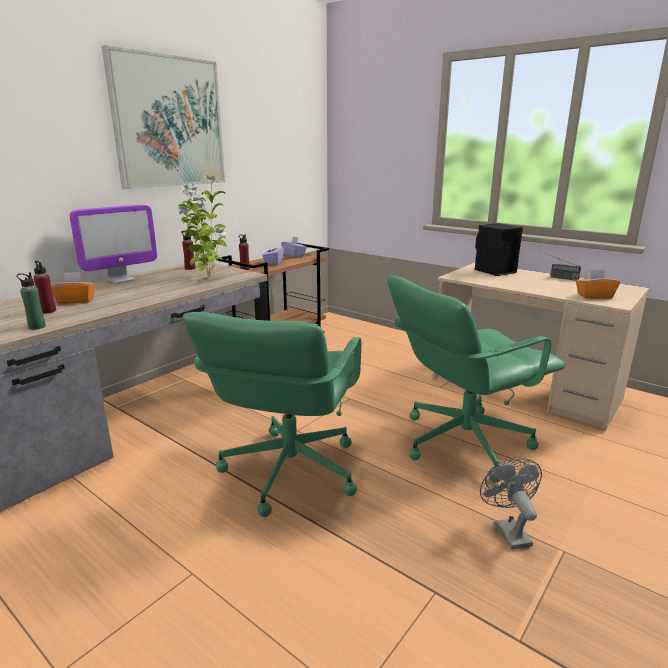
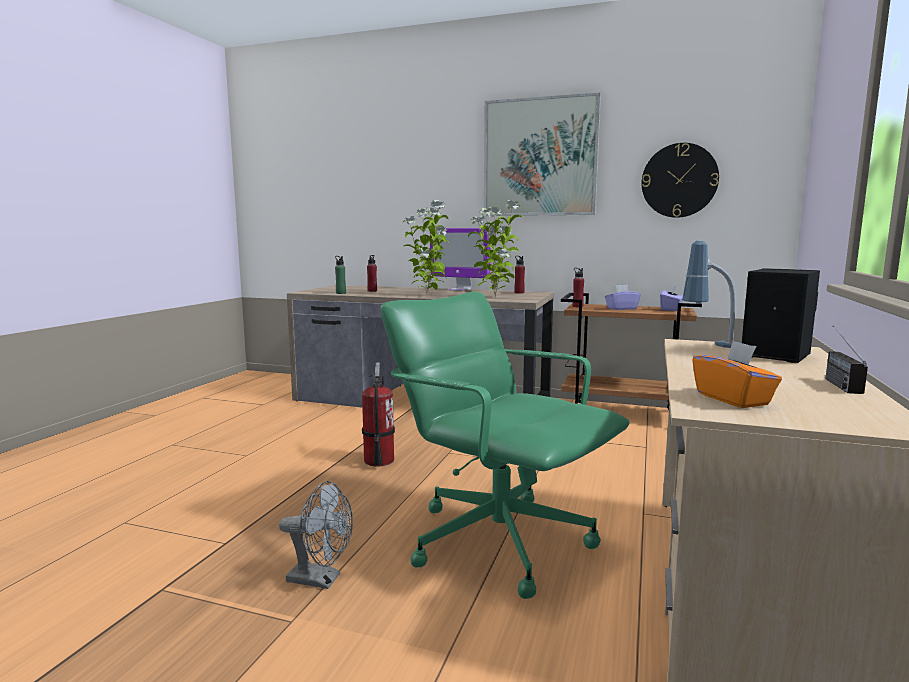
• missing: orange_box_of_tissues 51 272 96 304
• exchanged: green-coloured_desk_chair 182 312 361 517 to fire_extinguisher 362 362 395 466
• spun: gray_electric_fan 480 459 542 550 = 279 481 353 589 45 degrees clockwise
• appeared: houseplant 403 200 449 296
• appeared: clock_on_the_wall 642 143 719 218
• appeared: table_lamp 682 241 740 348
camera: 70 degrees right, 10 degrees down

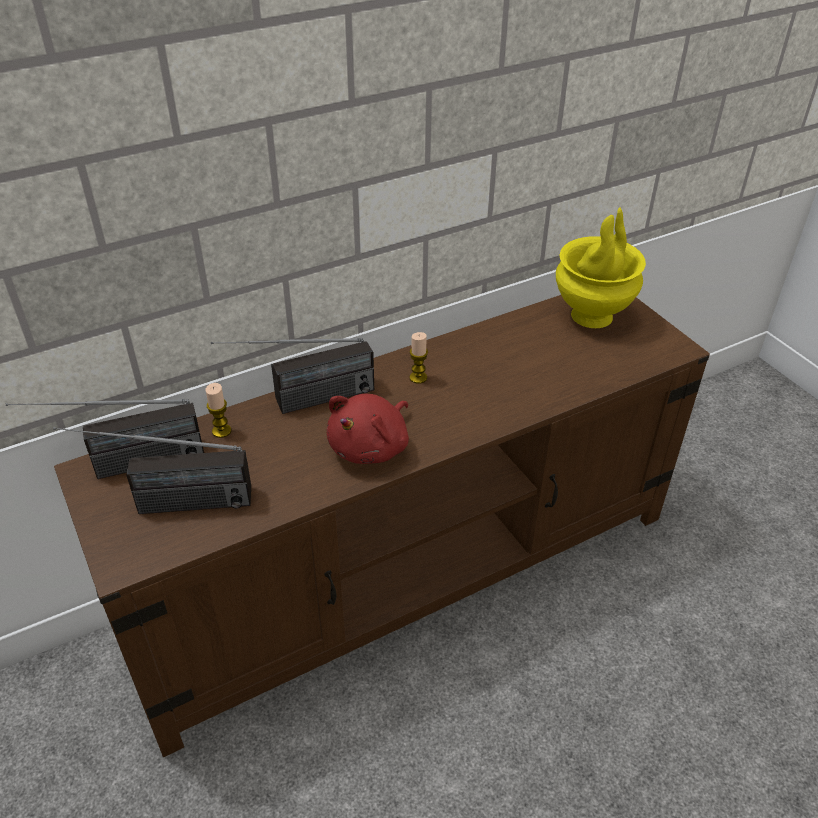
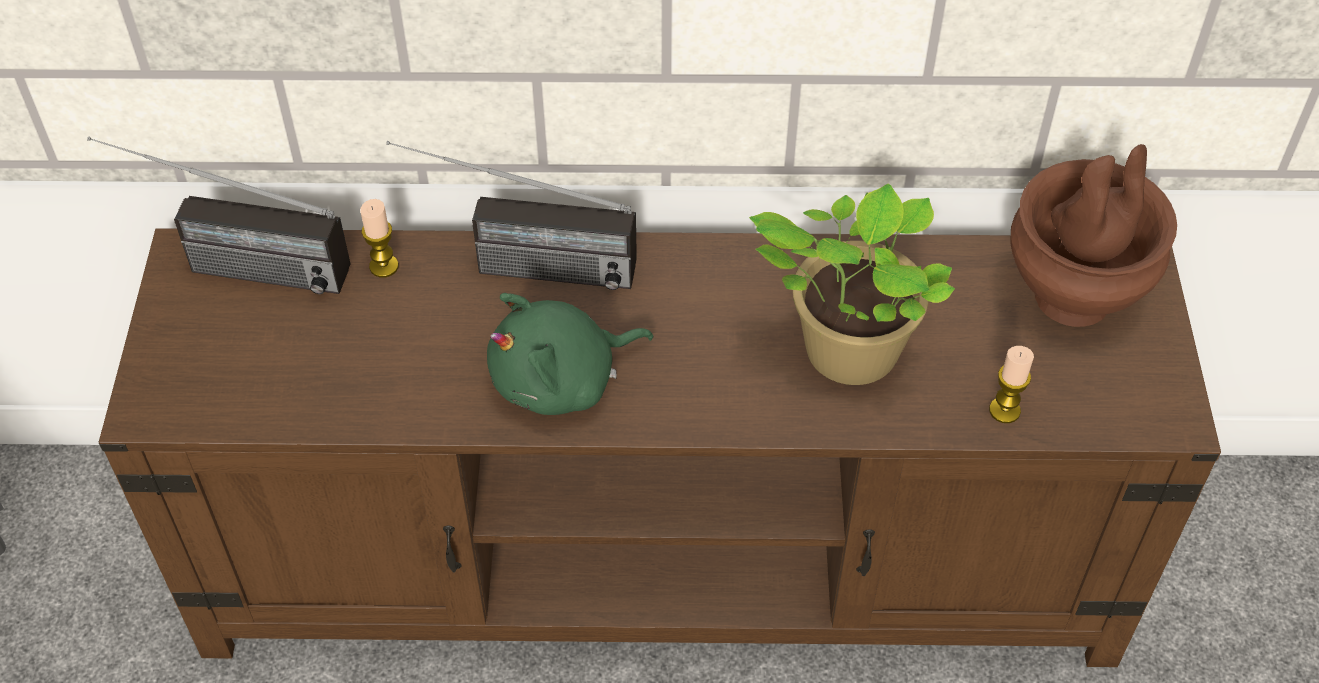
• missing: radio 53 427 251 514
• colour: red_plush_toy 327 394 409 464 to green-coloured_plush_toy 487 293 653 415
• relocated: wax_light 410 332 428 384 to 989 346 1034 423
• colour: yellowish_flower_vase 556 207 646 328 to brownish_flower_vase 1010 144 1177 327
• appeared: houseplant 749 183 955 385
camera: 30 degrees right, 10 degrees up

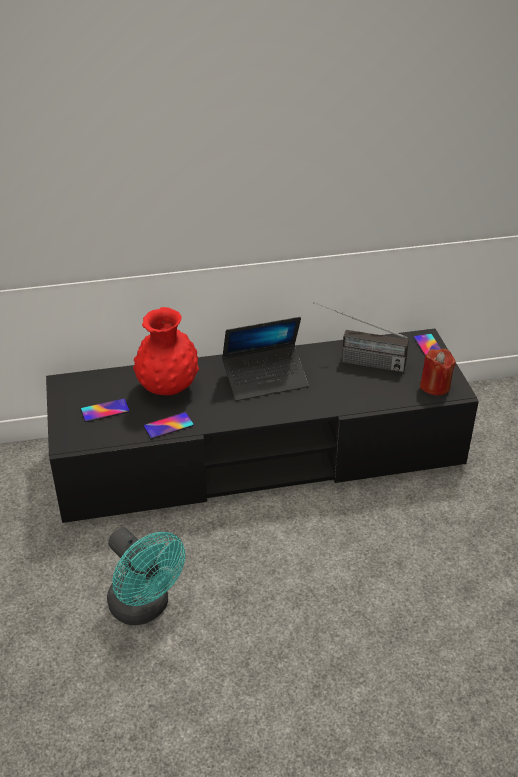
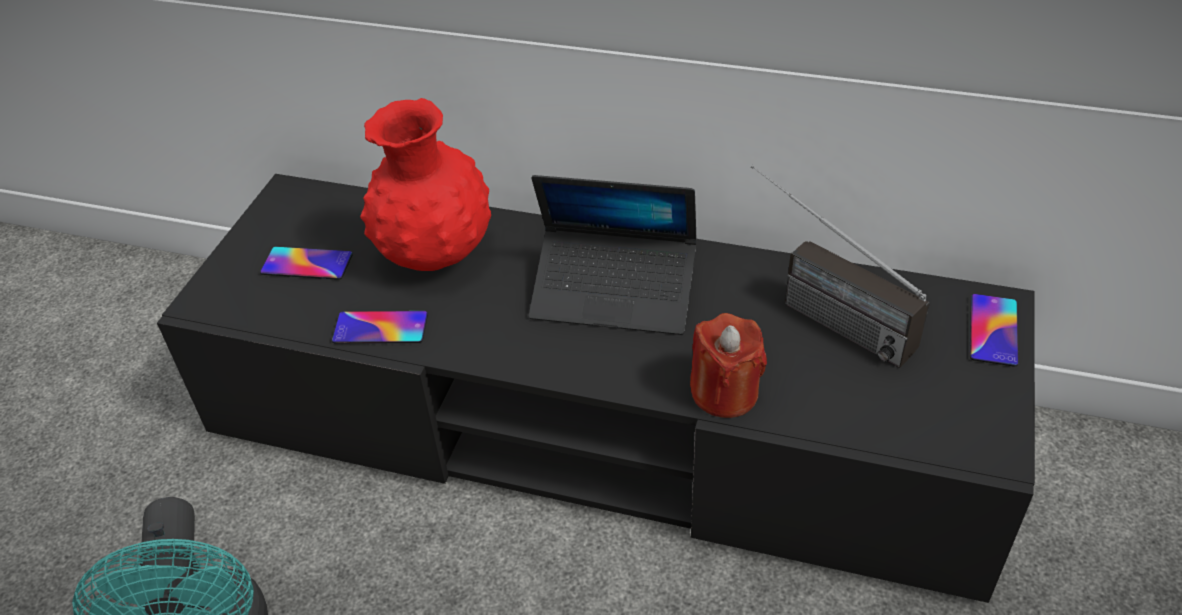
• relocated: red_wax_light 420 349 456 396 to 690 313 767 418
camera: 30 degrees right, 5 degrees up

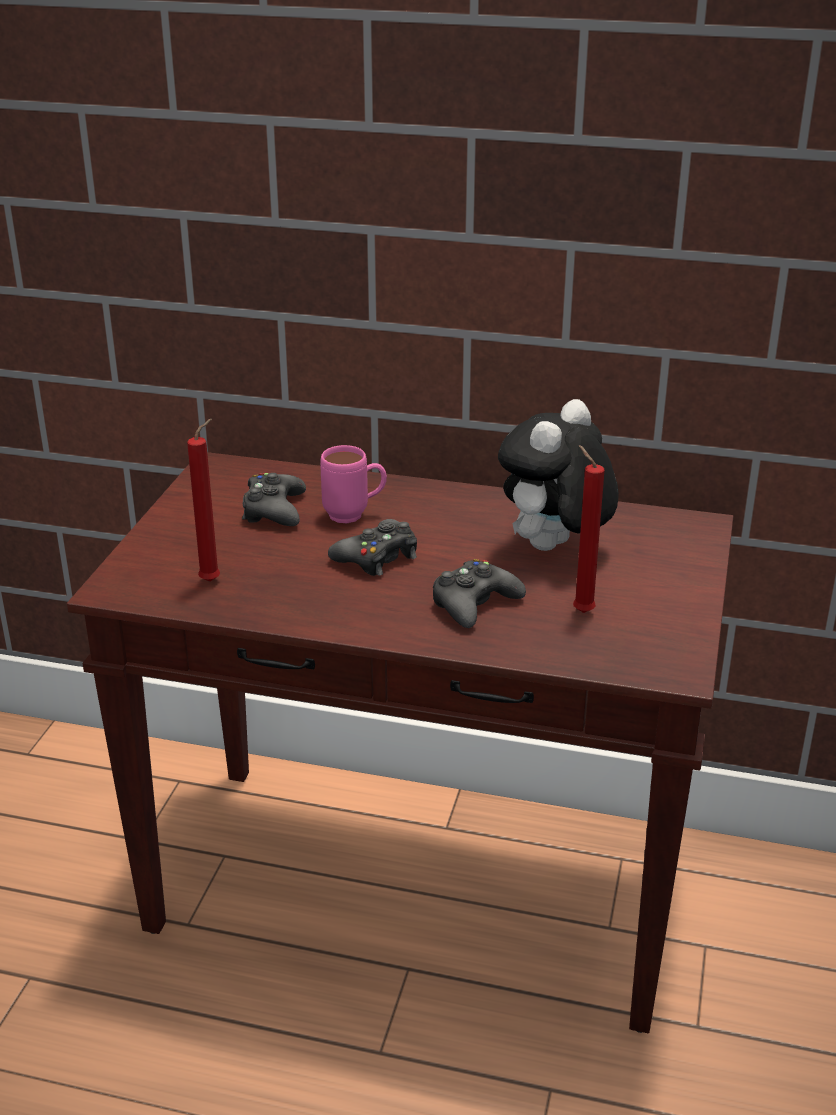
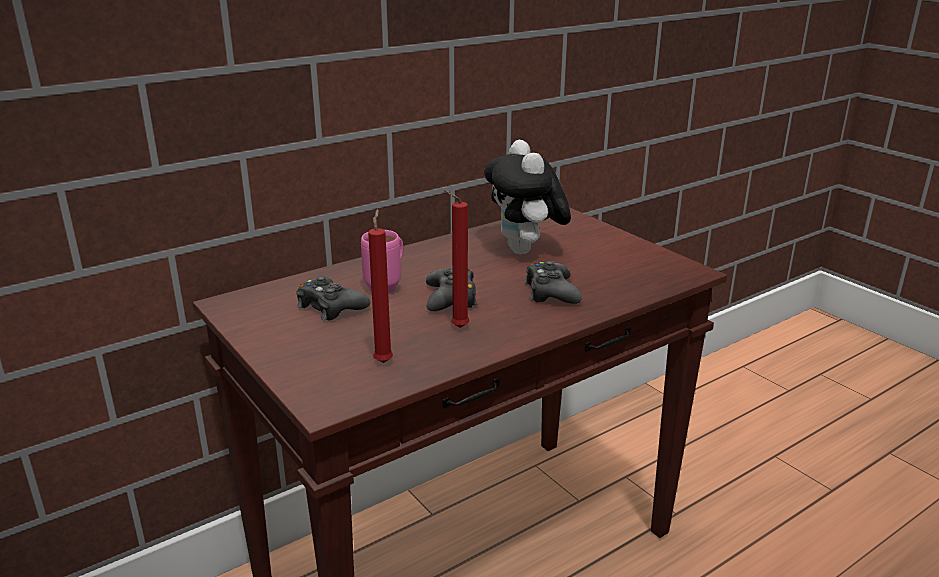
• relocated: red_wax_light 573 445 605 613 to 443 190 469 328
camera: 50 degrees left, 5 degrees down

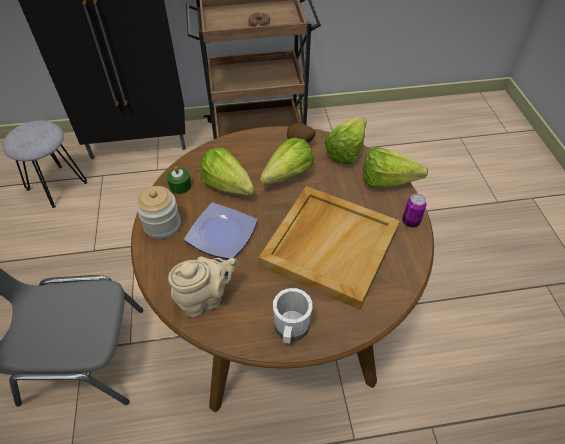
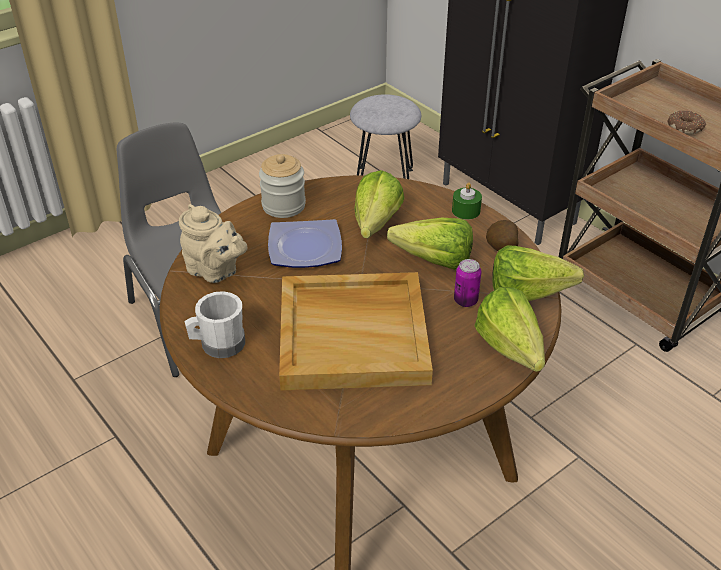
• relocated: green-coloured_wax_light 167 166 192 194 to 452 183 482 220
• relocated: can 402 194 427 228 to 454 259 481 307
camera: 60 degrees right, 10 degrees down

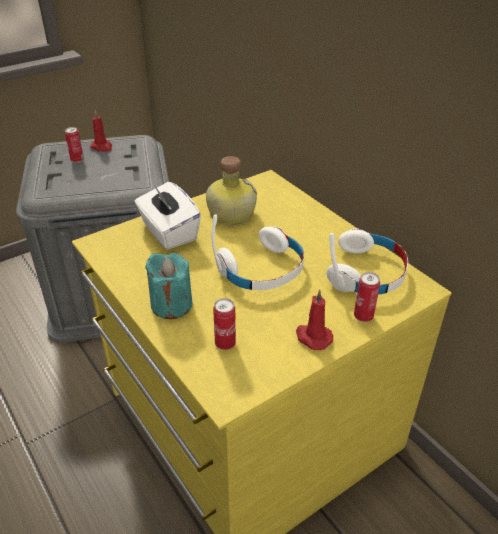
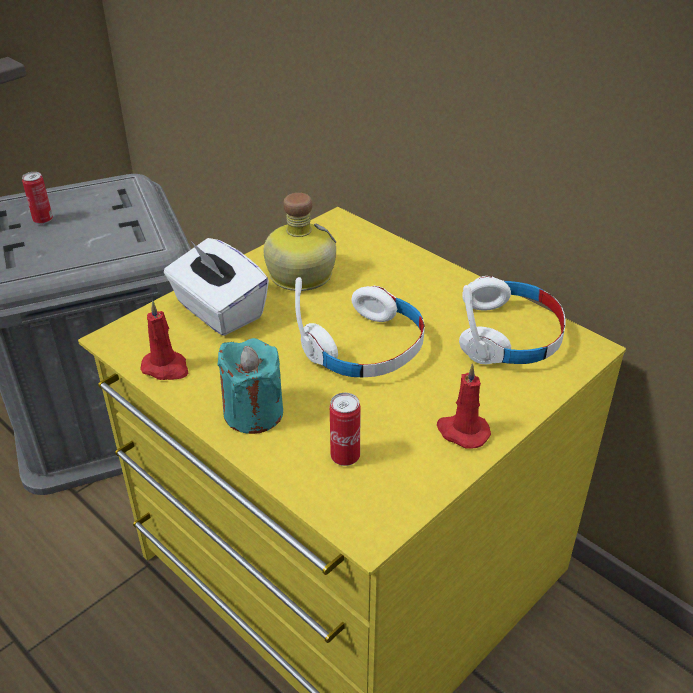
• relocated: red_wax_light 90 110 112 152 to 140 301 188 380
• missing: can 354 272 380 322
camera: 10 degrees left, 0 degrees up

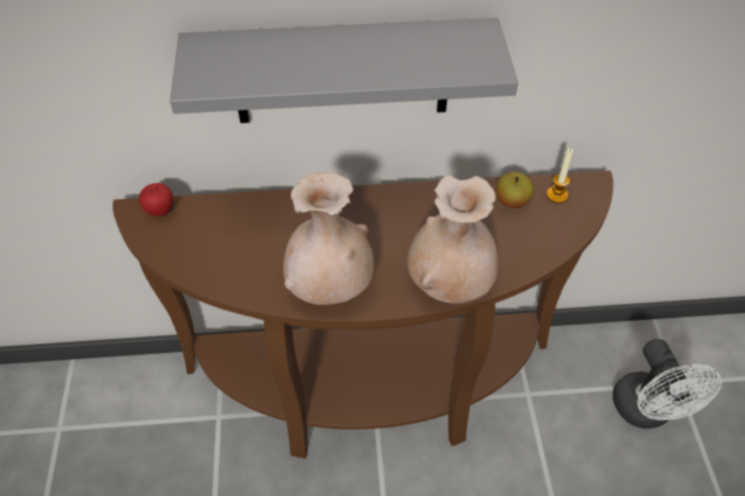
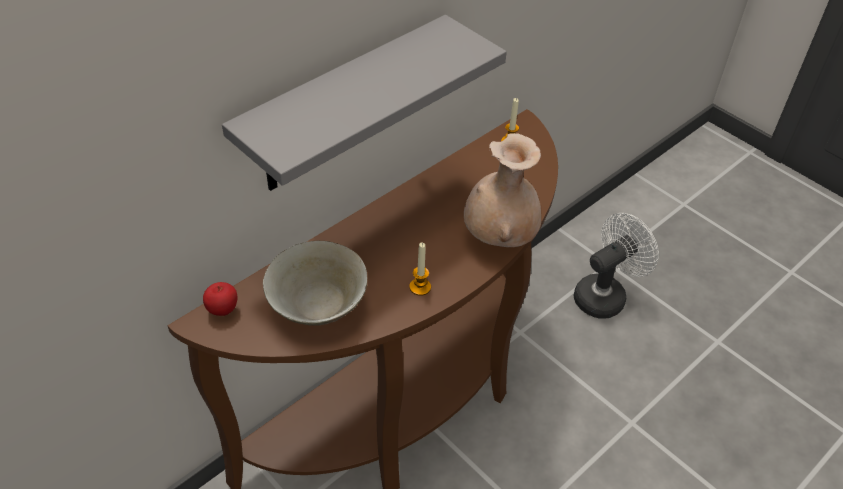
• exchanged: beige-coloured_flower_vase 283 172 374 305 to wax_light 409 242 431 296
• missing: apple_fruit 496 172 534 208
• spun: whitish_electric_fan 613 339 722 429 = 574 213 659 319 75 degrees counterclockwise
• appeared: beige-coloured_deep_dish 263 241 367 326
camera: 40 degrees left, 5 degrees down

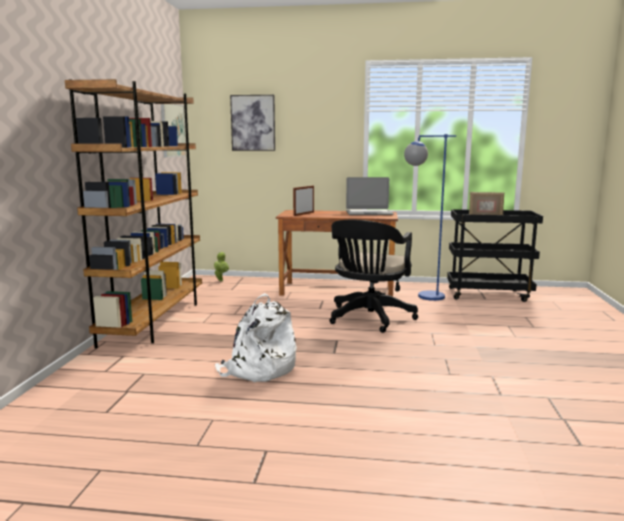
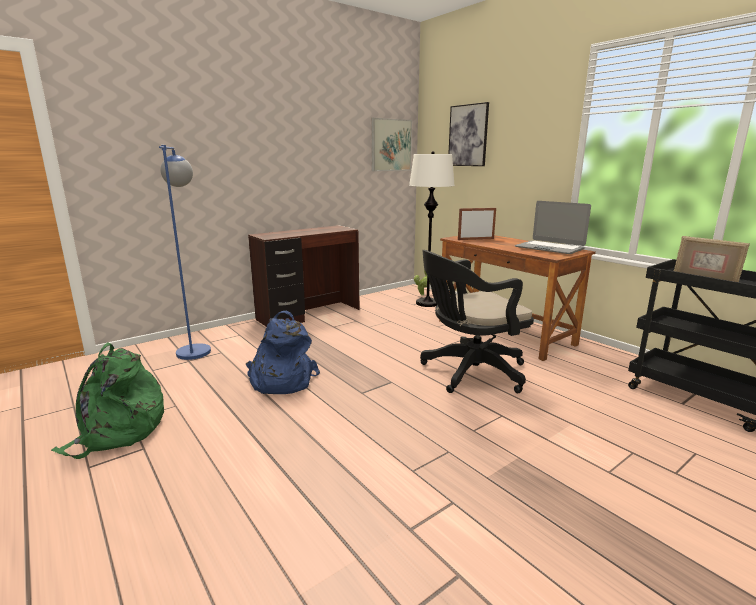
• exchanged: brownish_bookcase 65 79 202 348 to brownish_desk 248 225 359 327
• colour: whitish_rucksack 215 293 297 382 to bluish_rucksack 246 310 320 394
• relocated: bluish_standard_lamp 404 134 456 301 to 159 145 211 360
• appeared: green-coloured_rucksack 51 342 164 459
• appeared: whitish_standard_lamp 409 151 455 307
camera: 45 degrees right, 5 degrees up

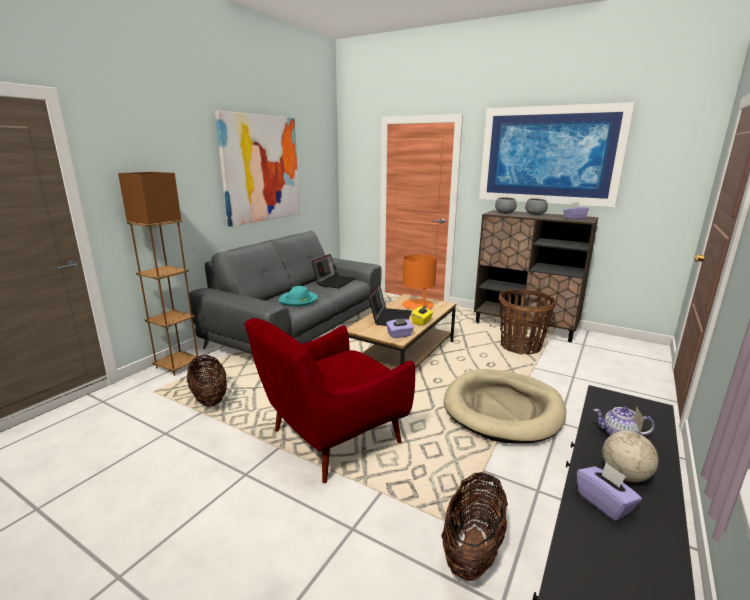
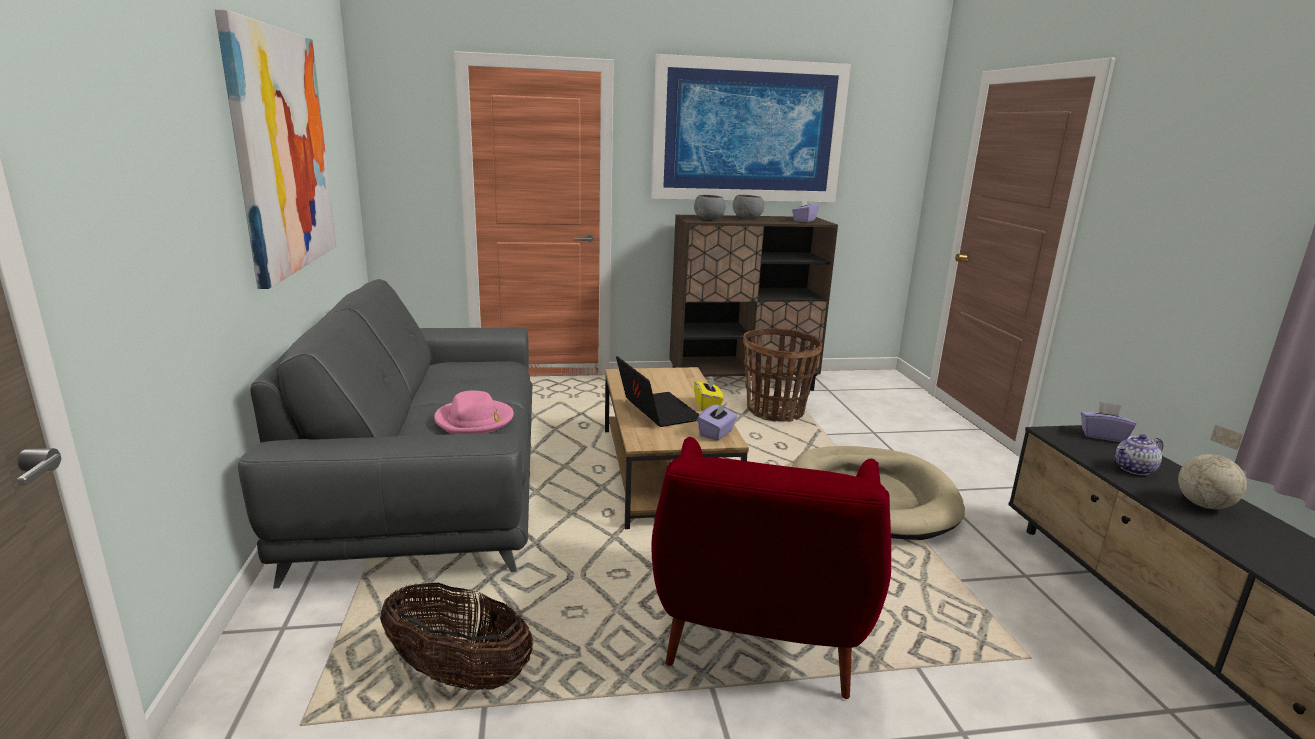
• missing: brownish_standard_lamp 118 172 199 376
• colour: blue-green_clothing_hat 279 286 318 306 to pink-coloured_clothing_hat 434 391 514 434
• missing: portable_computer 312 254 355 288
• missing: orange_table_lamp 402 254 437 310
• missing: household_basket 441 472 508 581
• relocated: purple-coloured_box_of_tissues 577 462 642 521 to 1081 402 1136 442
camera: 40 degrees left, 0 degrees up

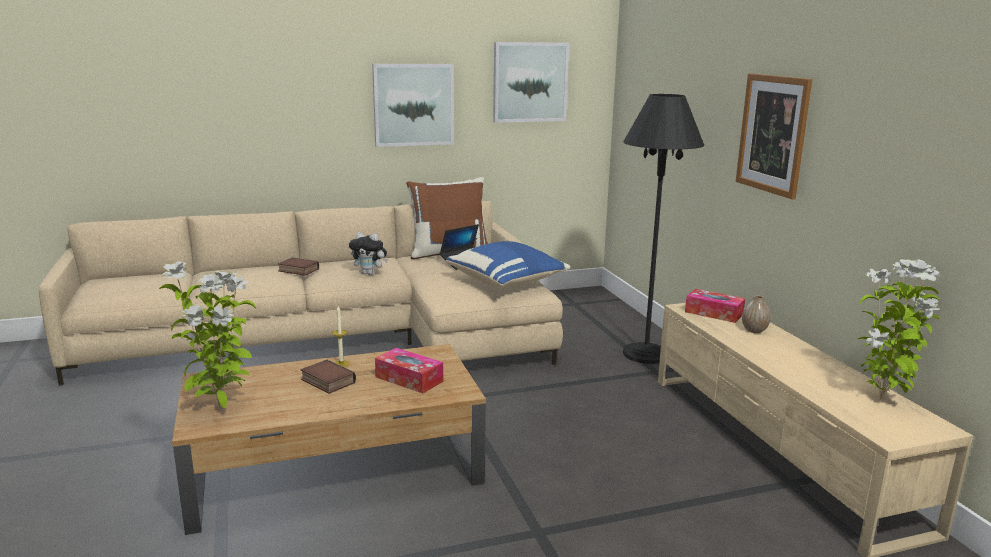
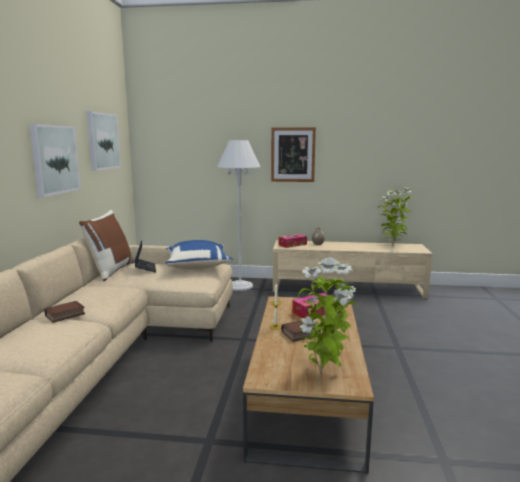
• missing: plush_toy 349 232 388 275
• colour: blackish_standard_lamp 623 94 704 364 to whitish_standard_lamp 217 140 261 291
camera: 65 degrees left, 5 degrees down

